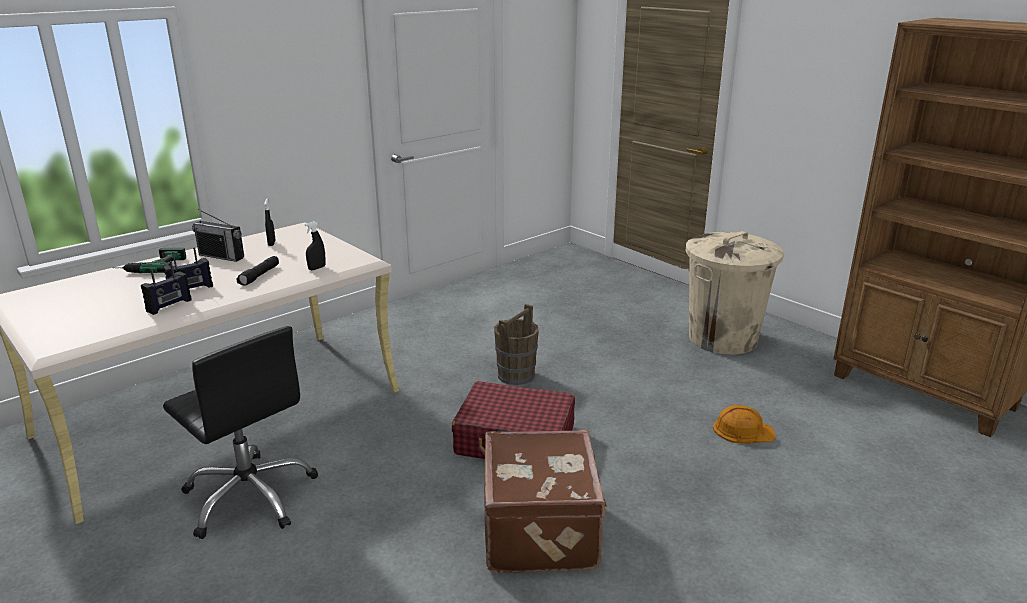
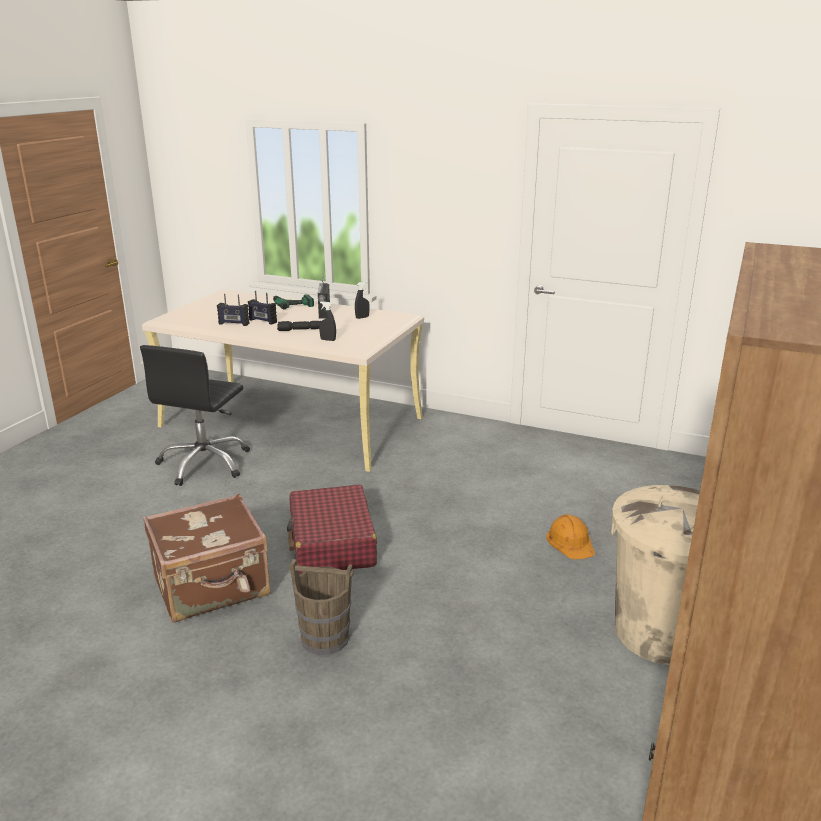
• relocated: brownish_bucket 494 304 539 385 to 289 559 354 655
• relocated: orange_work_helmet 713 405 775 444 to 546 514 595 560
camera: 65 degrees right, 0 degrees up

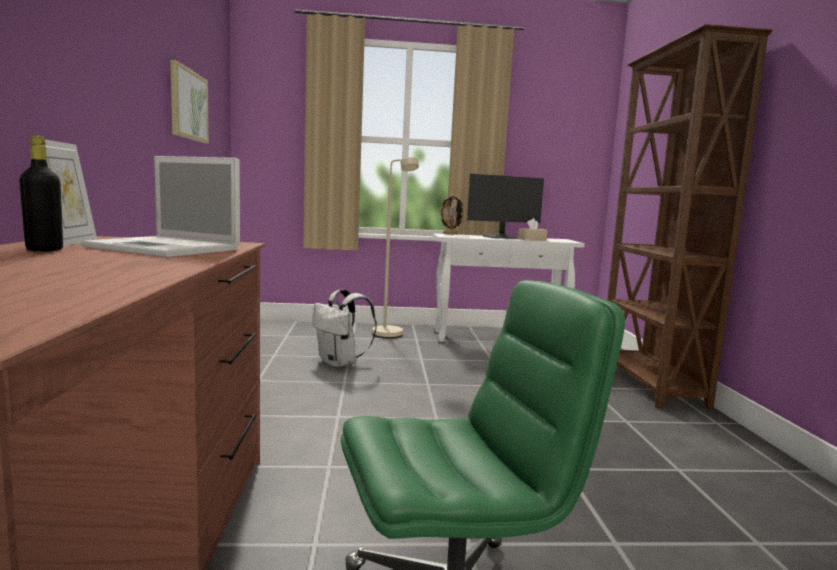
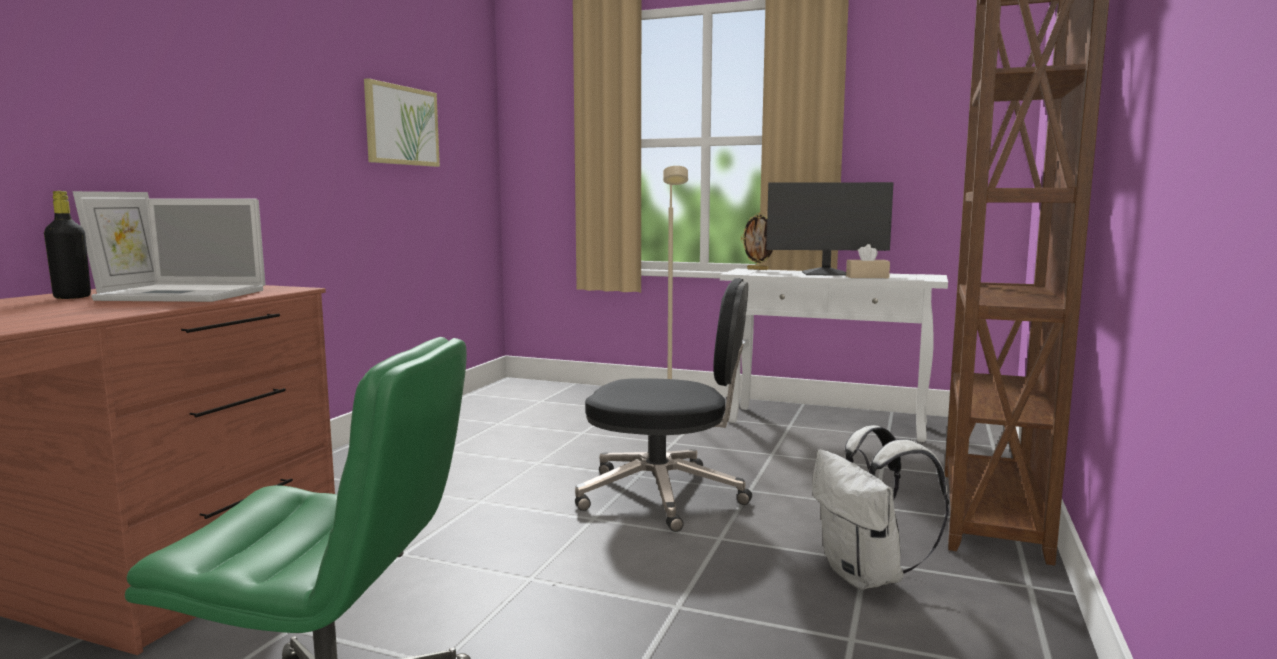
• spun: portable_computer 81 156 240 257 = 91 198 265 302 45 degrees counterclockwise
• relocated: whitish_rucksack 312 289 377 367 to 812 425 949 590
• appeared: blackish_desk_chair 575 278 752 532
camera: 25 degrees right, 0 degrees up

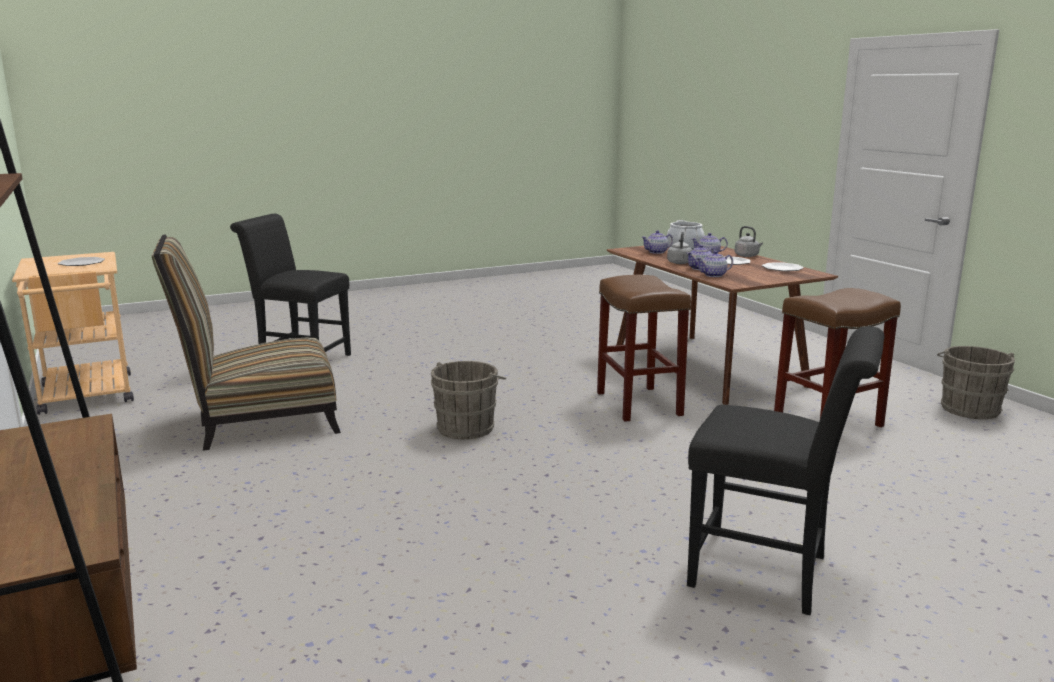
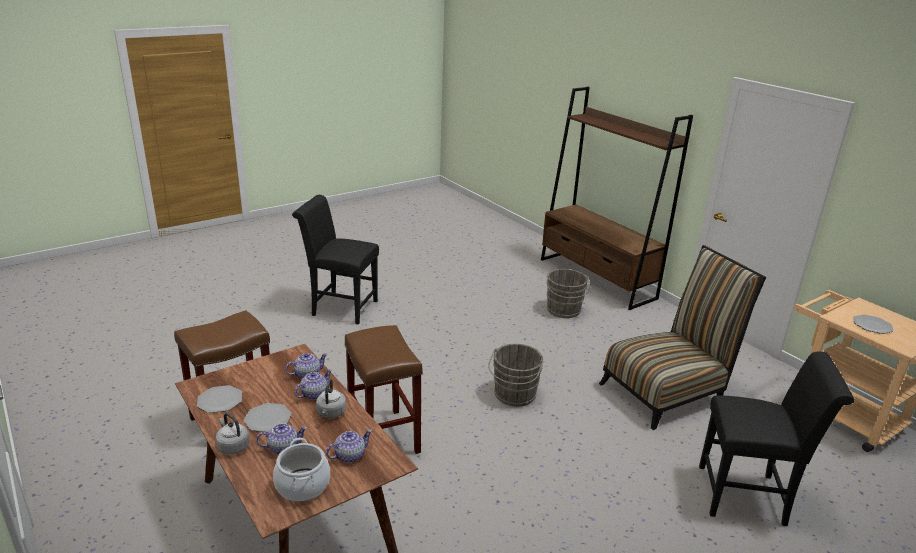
• relocated: gray_bucket 937 346 1015 419 to 547 269 590 318
camera: 170 degrees right, 10 degrees up

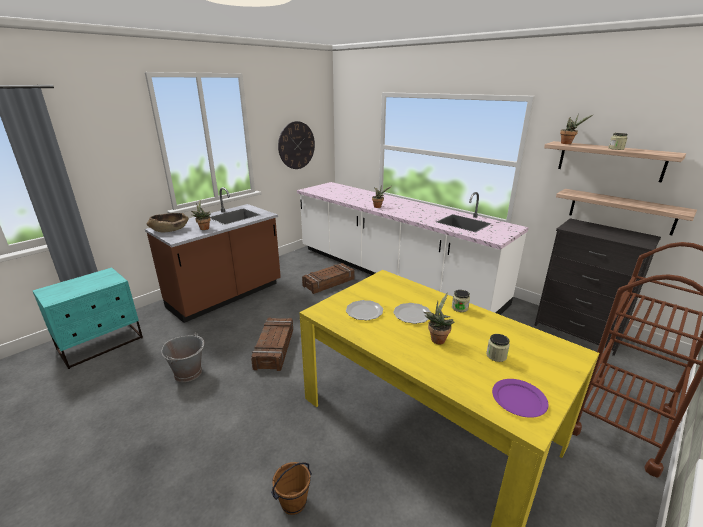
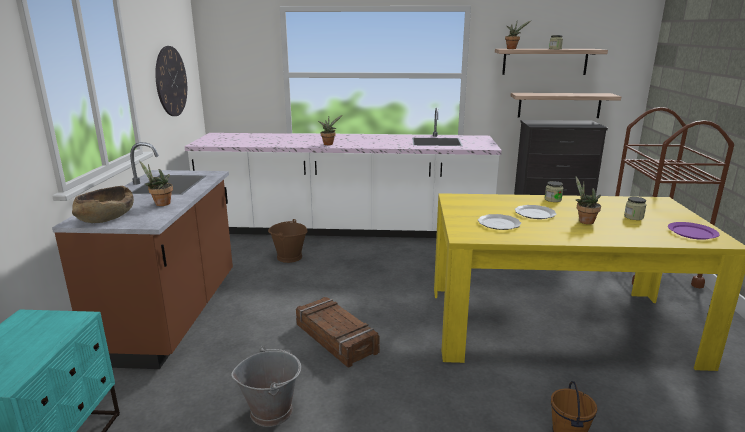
• exchanged: packing_crate 302 263 355 294 to brownish_bucket 268 219 308 263
camera: 40 degrees left, 5 degrees down

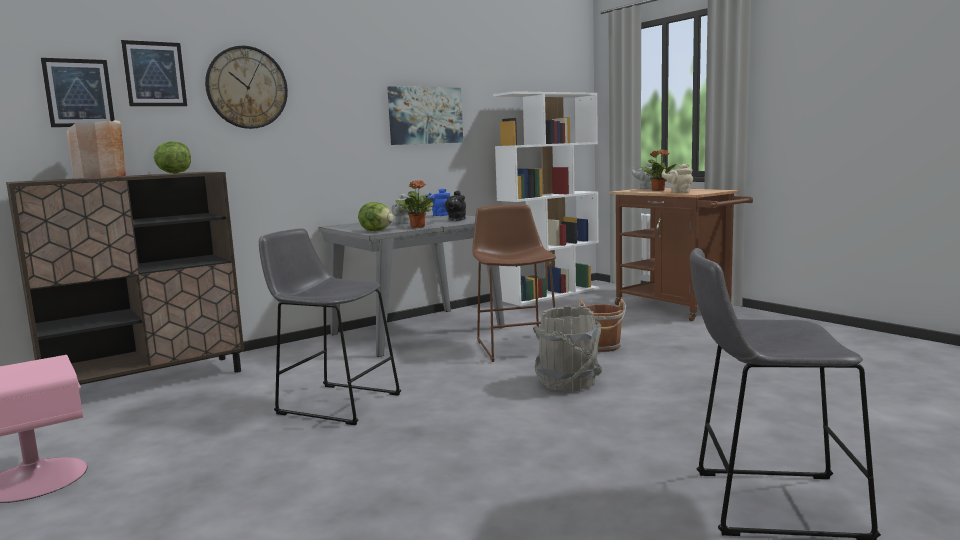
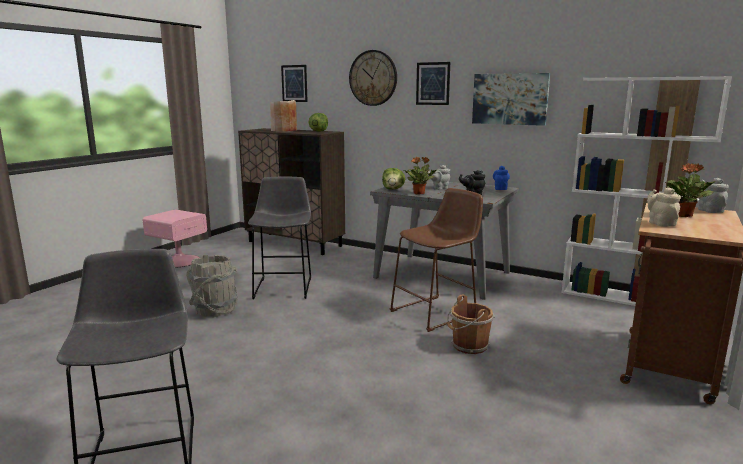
• relocated: wall_art 121 40 187 106 to 416 62 450 105
• relocated: gray_bucket 533 306 602 392 to 186 255 238 318
camera: 65 degrees right, 5 degrees up

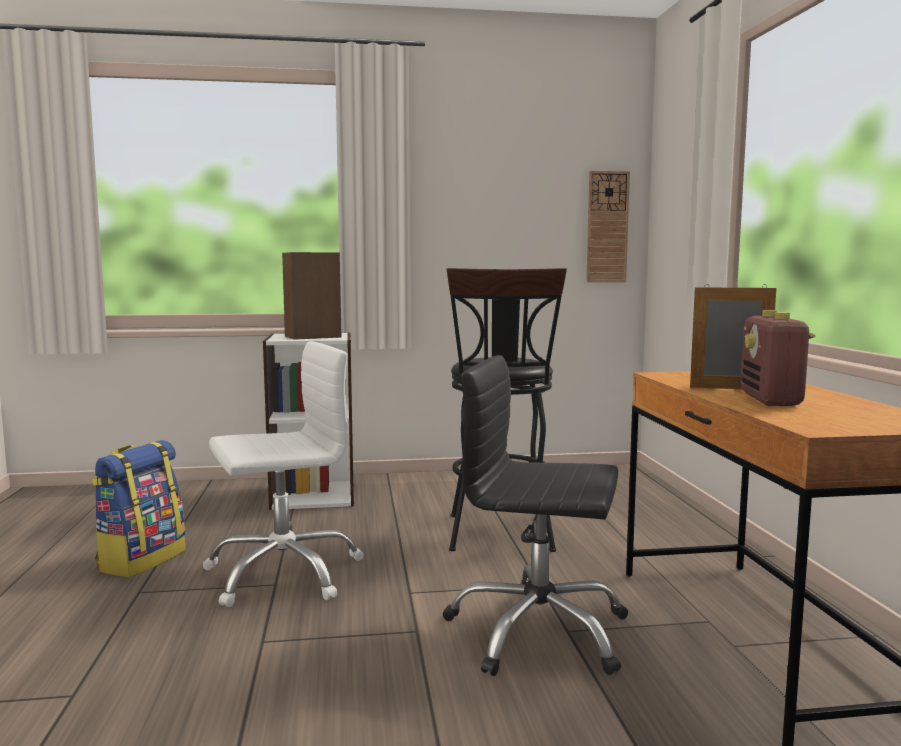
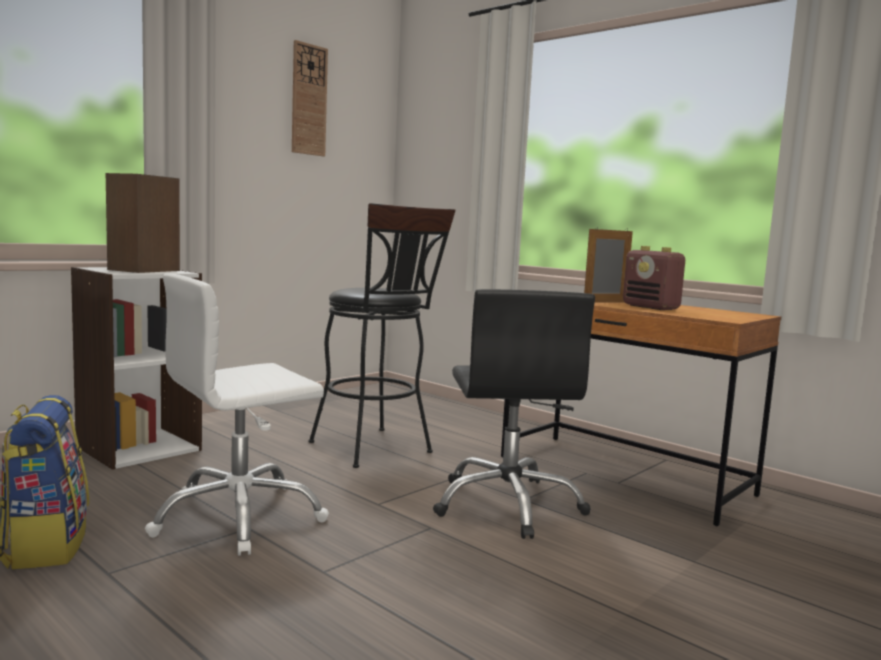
• spun: whitish_desk_chair 202 341 364 607 = 145 273 329 556 150 degrees counterclockwise
• spun: blackish_desk_chair 443 355 628 676 = 433 289 595 539 75 degrees counterclockwise
• relocated: clock_on_the_wall 586 171 630 282 to 292 40 328 156
camera: 40 degrees left, 0 degrees up

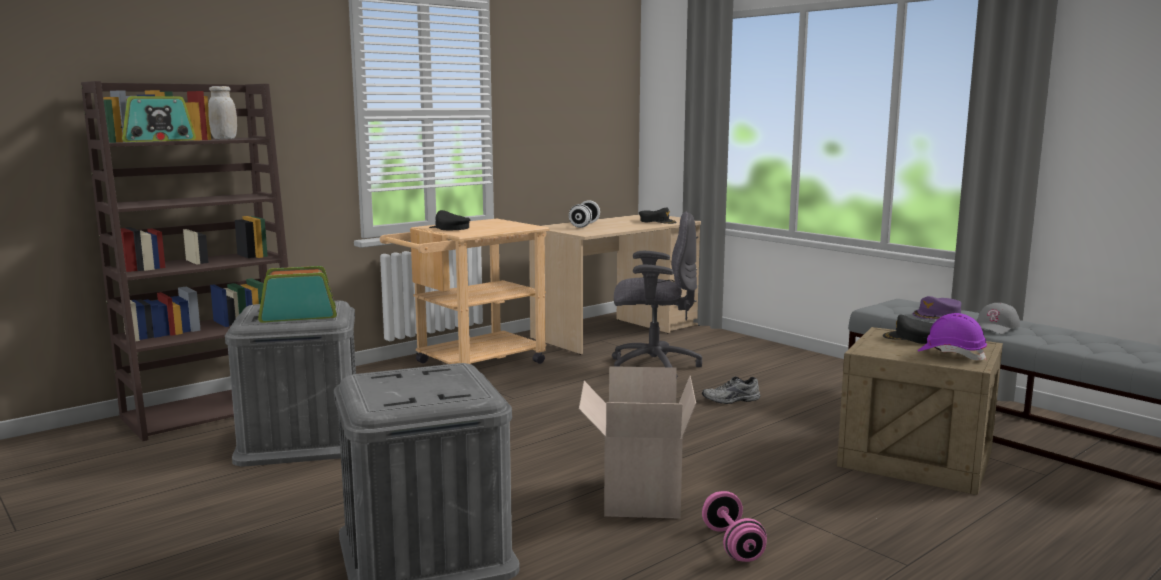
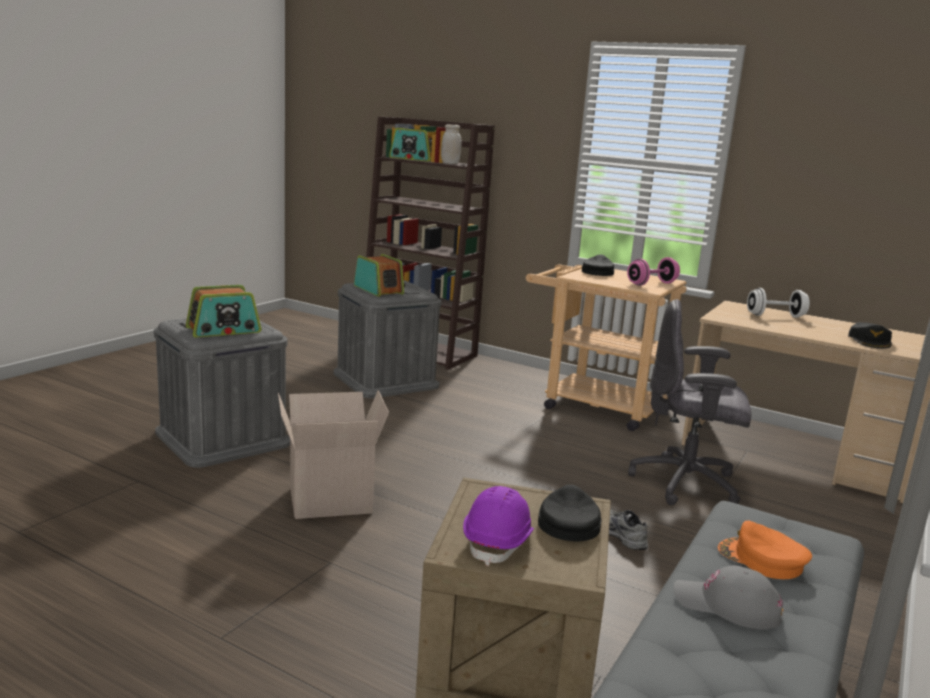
• spun: gray_desk_chair 612 212 702 379 = 628 299 751 505 120 degrees clockwise
• relocated: pink-coloured_dumbbell 702 491 767 562 to 627 257 680 286
• colour: purple-coloured_peaked_cap 913 296 961 319 to orange_peaked_cap 718 521 812 579
• appeared: radio 186 285 261 337
camera: 70 degrees right, 5 degrees up

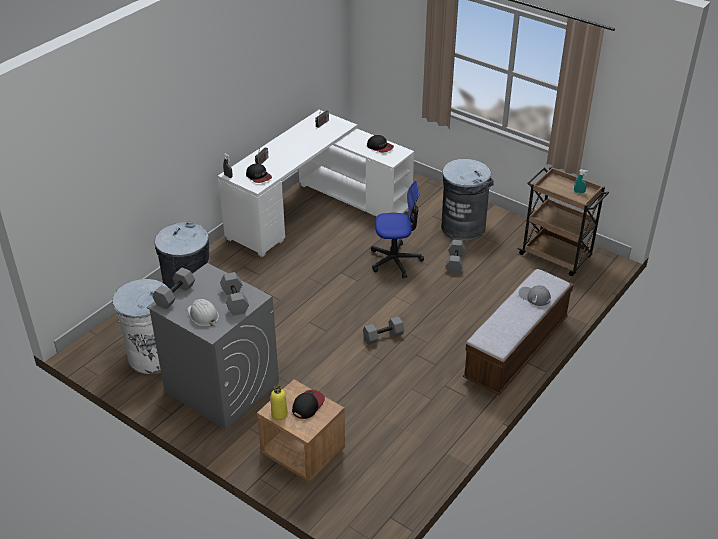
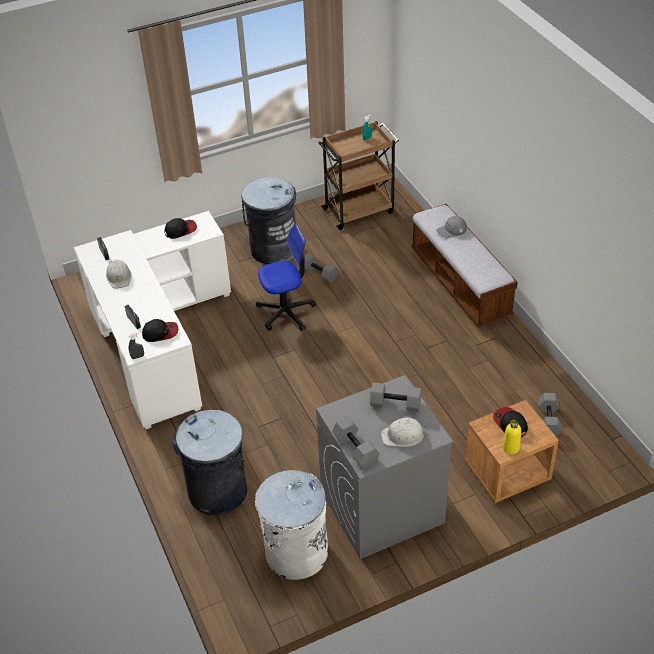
• relocated: gray_dumbbell 363 316 404 345 to 538 393 562 437
• spun: desk_chair 371 181 424 279 = 256 225 316 331 45 degrees clockwise
• appeared: whitish_work_helmet 106 260 131 289
camera: 60 degrees left, 5 degrees up

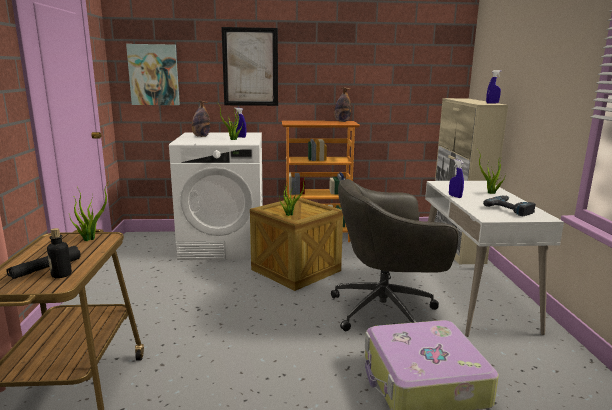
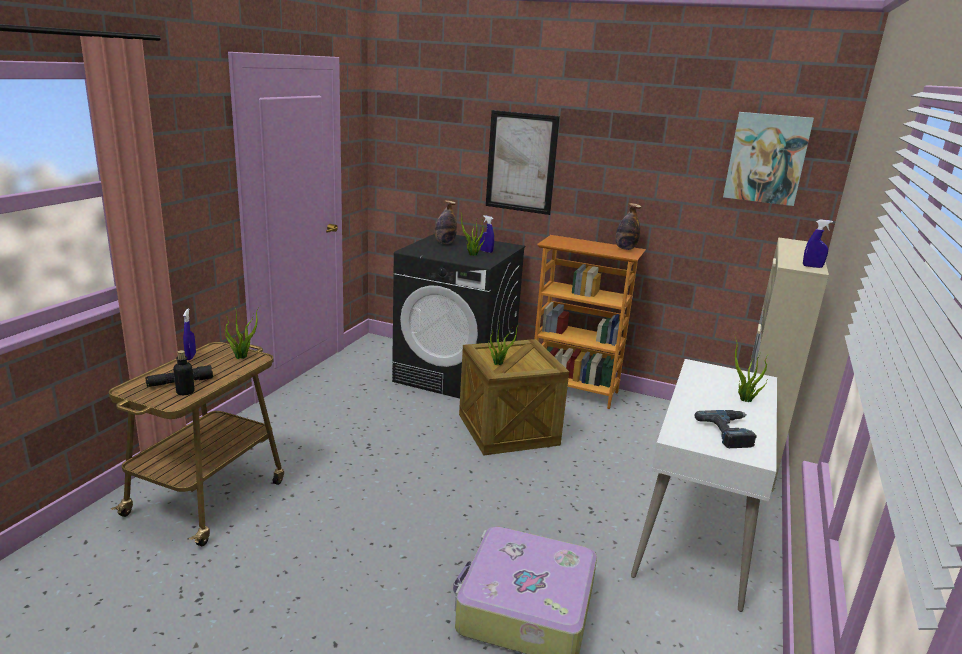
• relocated: wall_art 126 44 180 105 to 723 112 814 206
• colour: whitish_laundry_appliance 169 132 263 260 to blackish_laundry_appliance 392 234 525 398
• missing: gray_desk_chair 331 179 458 331
• relocated: bluish_sprayer 449 159 464 198 to 183 308 196 360
camera: 25 degrees right, 5 degrees up

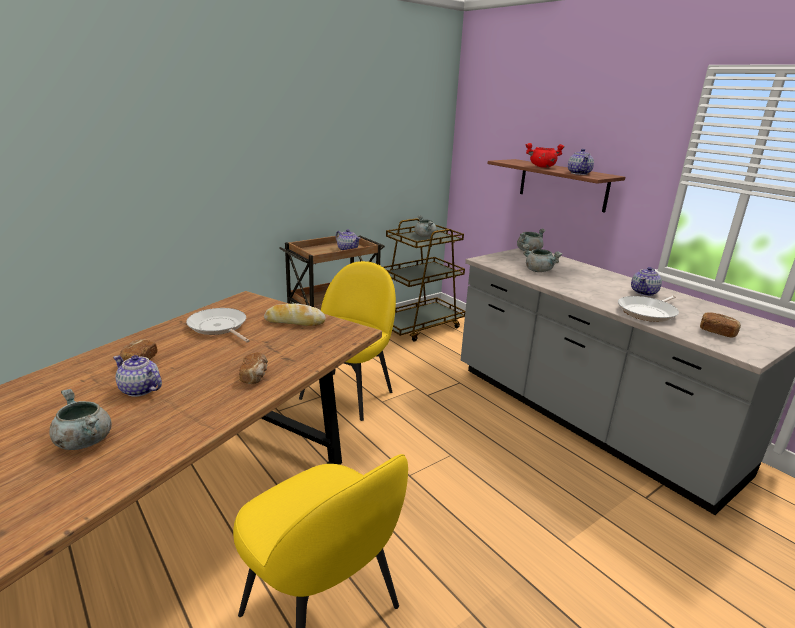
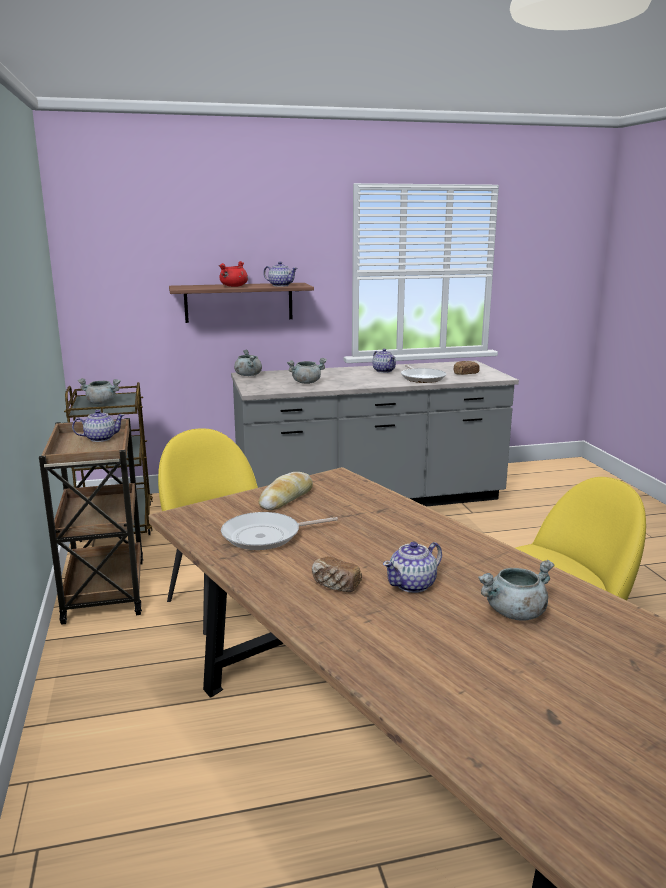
• missing: bakery_bread 239 352 268 384
camera: 65 degrees left, 5 degrees down

